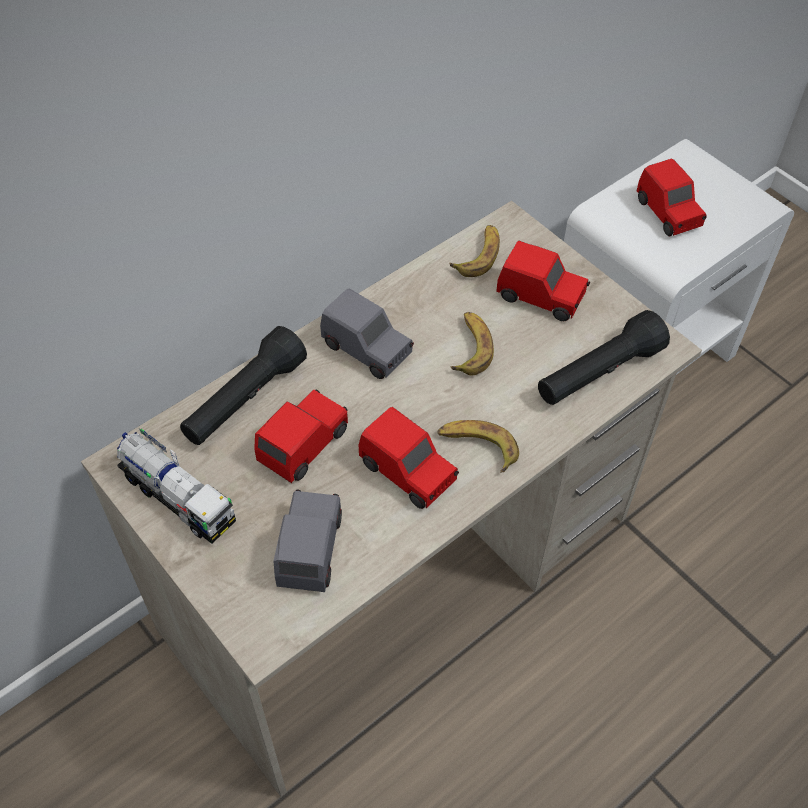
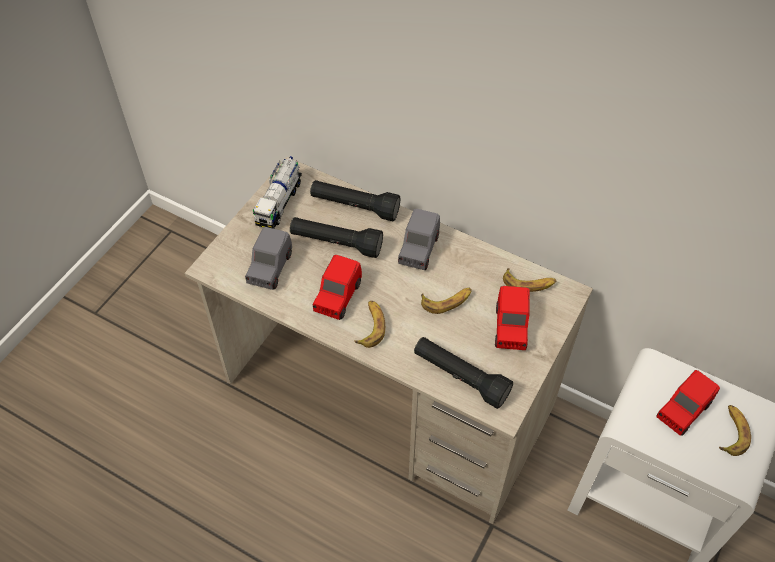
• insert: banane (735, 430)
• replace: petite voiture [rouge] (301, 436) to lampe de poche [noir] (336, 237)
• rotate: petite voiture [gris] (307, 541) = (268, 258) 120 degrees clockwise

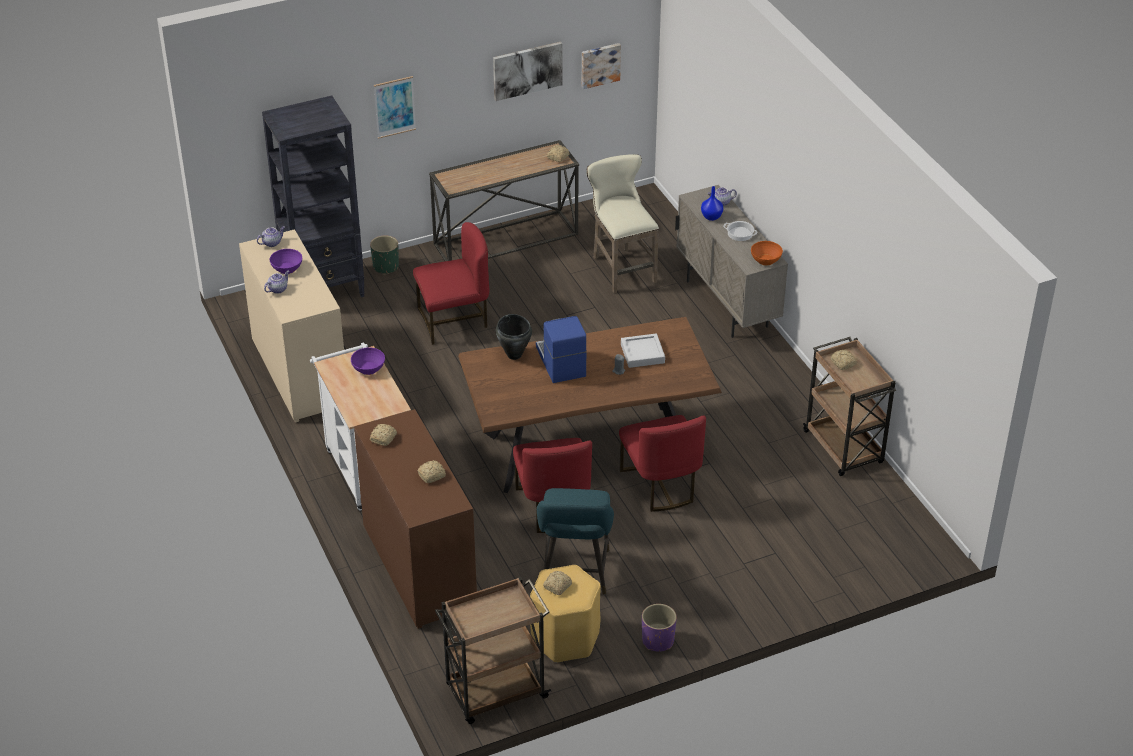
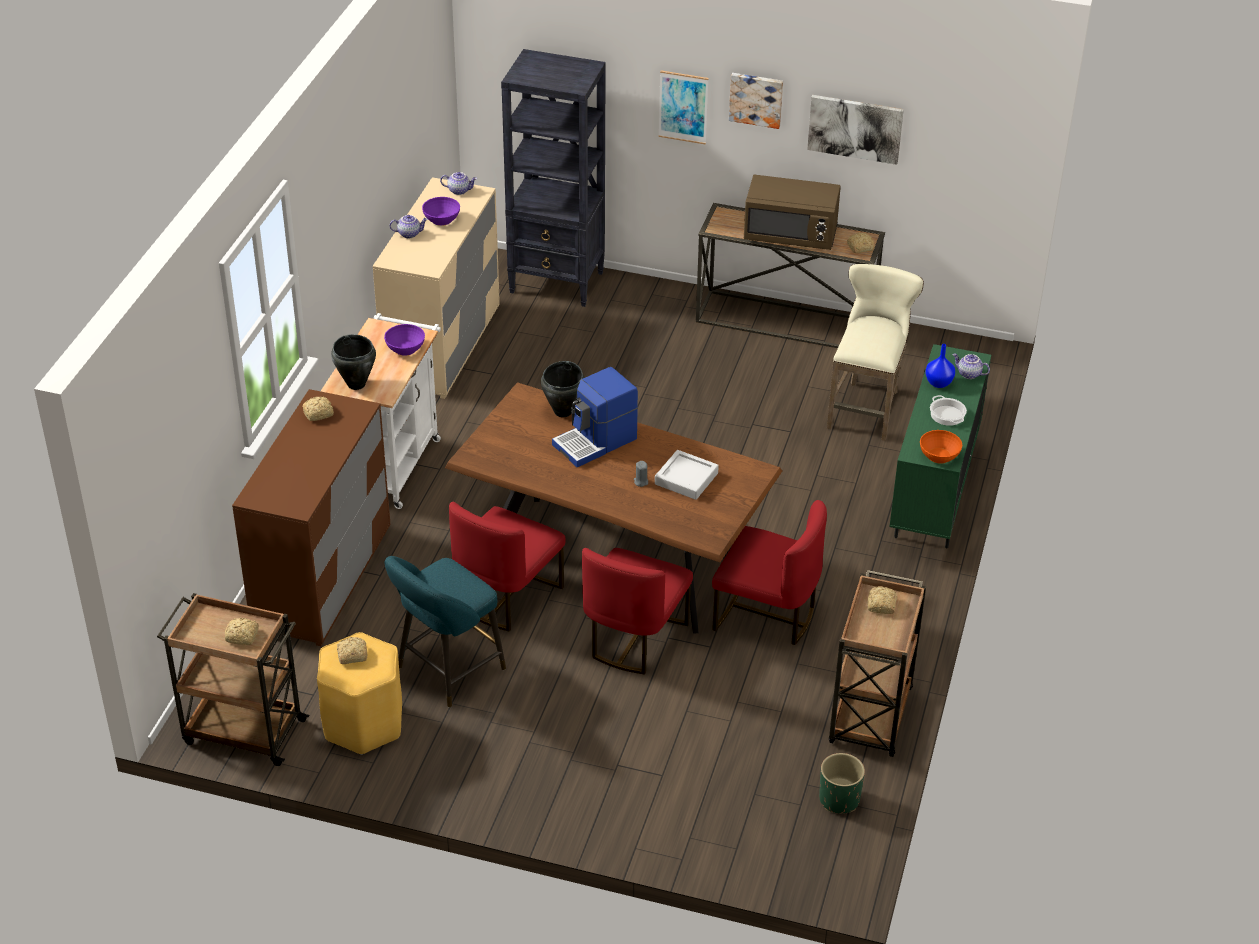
• delete: cache-pot [violet] (659, 628)
• insert: marmite [noir] (353, 362)
• insert: micro-ondes [marron] (792, 212)
• move: cache-pot [vert] (384, 255) to (842, 783)
• move: chaise [rouge] (451, 283) to (769, 572)
• move: pain (432, 471) to (242, 631)
• move: tableau (601, 66) to (756, 101)
• recolor: meuble de rangement [beige] (731, 261) to meuble de rangement [vert] (940, 446)
• rotate: machine à café (561, 349) = (595, 417) 150 degrees counterclockwise

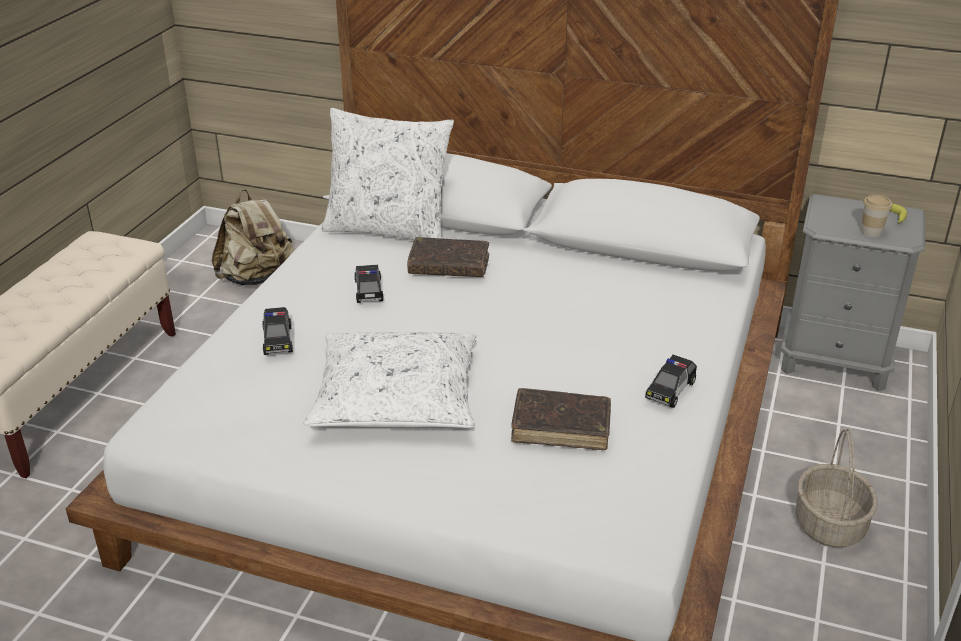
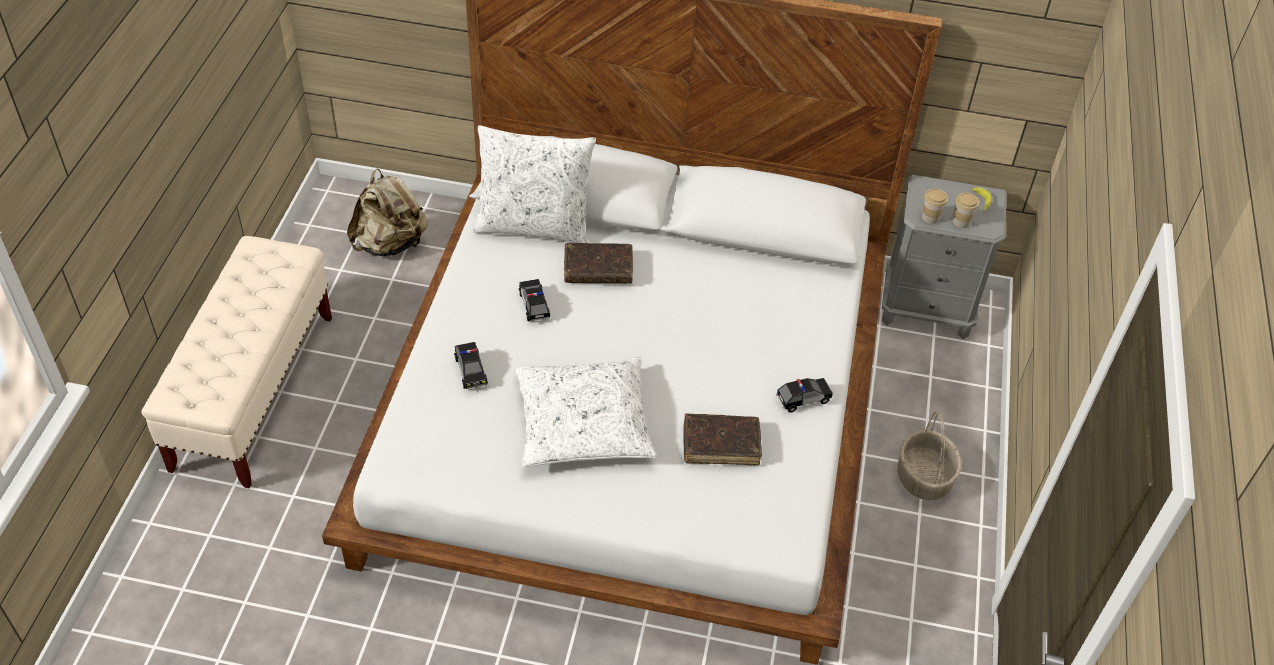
• insert: tasse (935, 206)
• rotate: petite voiture (671, 381) = (804, 395) 135 degrees counterclockwise

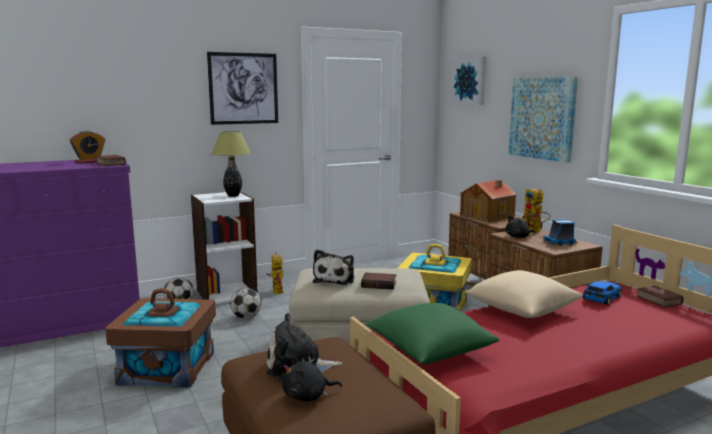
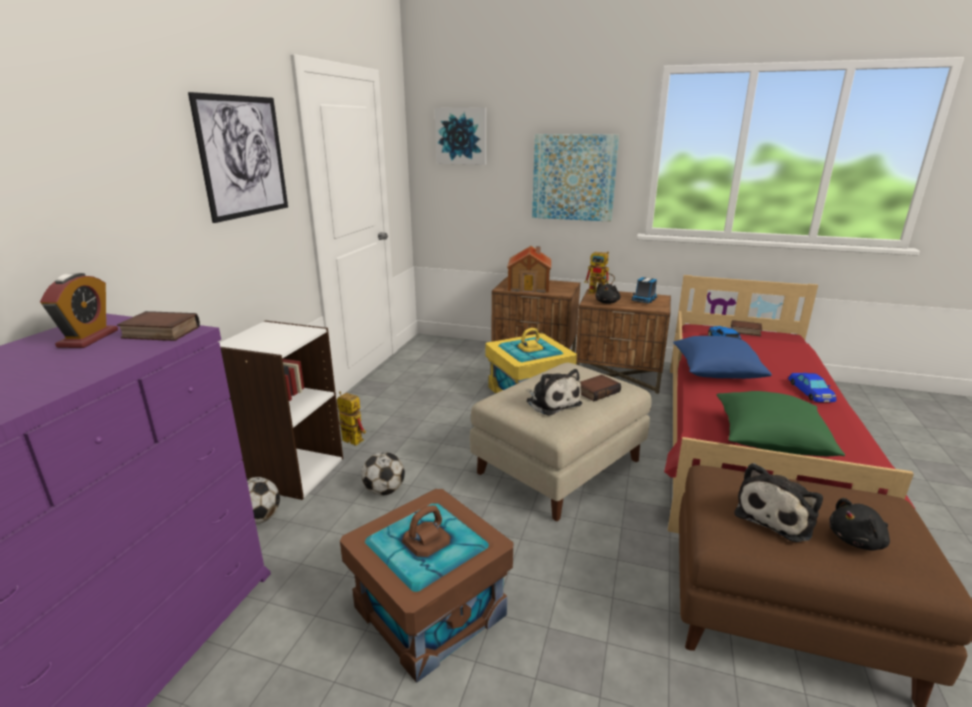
• delete: lampe de table (231, 164)
• insert: petite voiture [bleu] (812, 387)
• recolor: coussin [beige] (524, 294) to coussin [bleu] (722, 357)
• rotate: peluche [noir] (312, 379) = (859, 524) 45 degrees clockwise

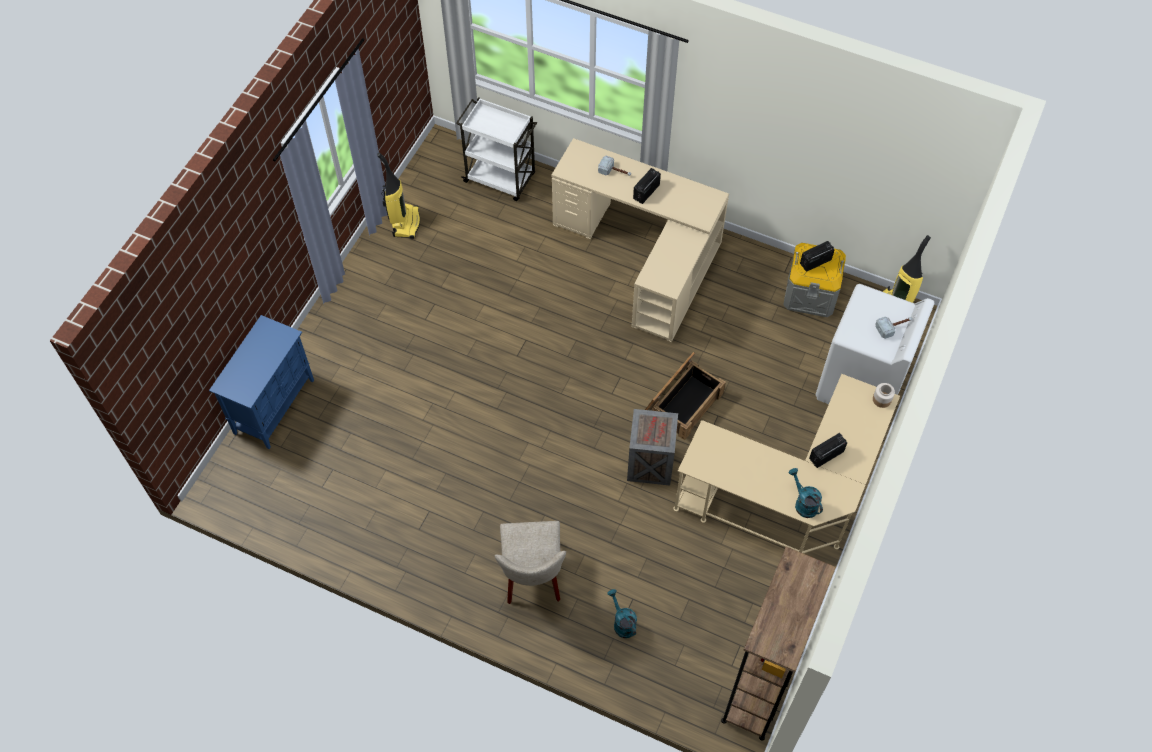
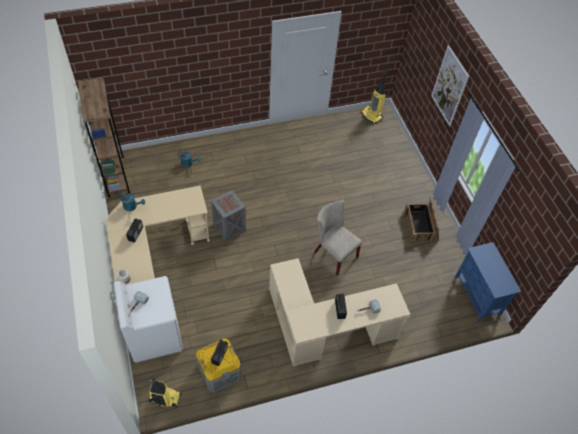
• delete: chariot [blanc] (496, 149)
• insert: tableau (450, 85)
• move: meuble de rangement [bleu] (261, 382) to (488, 282)
• move: aspirateur (398, 195) to (374, 96)
• move: chaise [beige] (530, 562) to (338, 237)
• move: caisse (685, 396) to (421, 219)

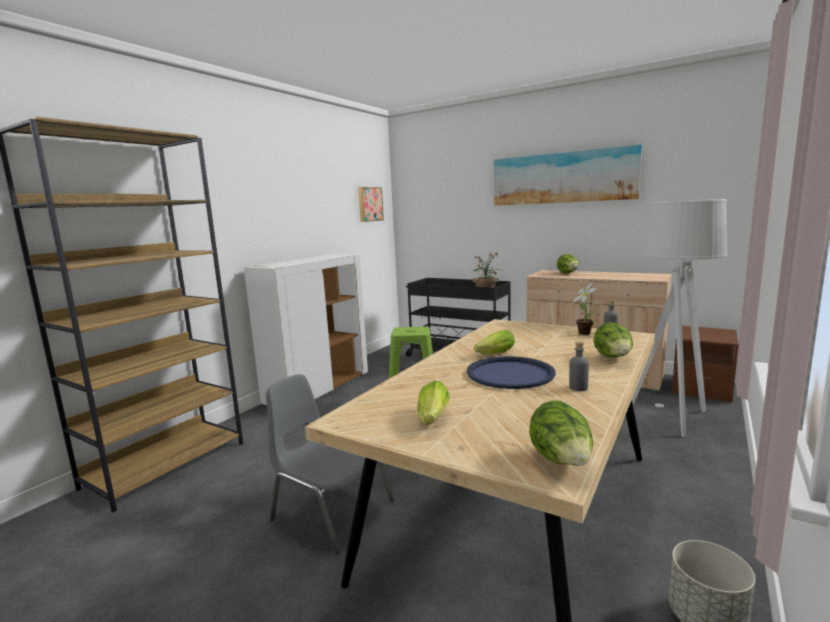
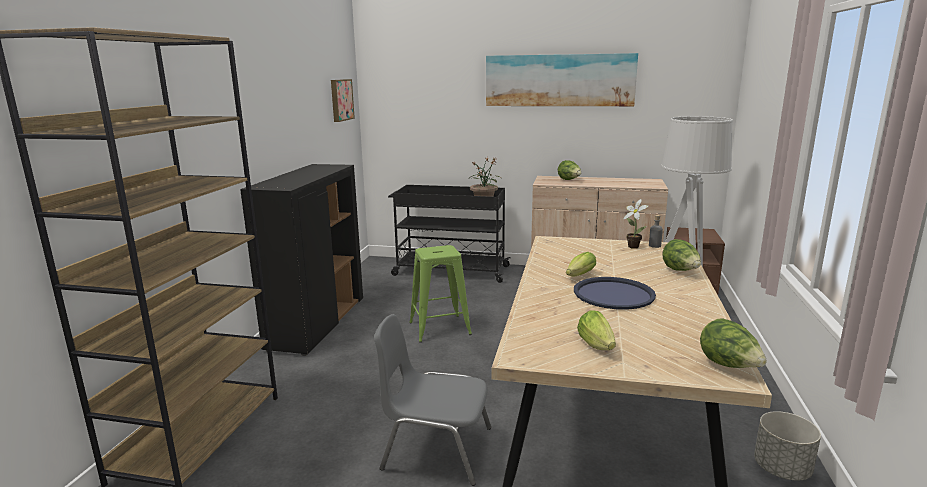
• delete: bouteille [gris] (579, 366)
• recolor: meuble de rangement [blanc] (306, 330) to meuble de rangement [noir] (301, 260)

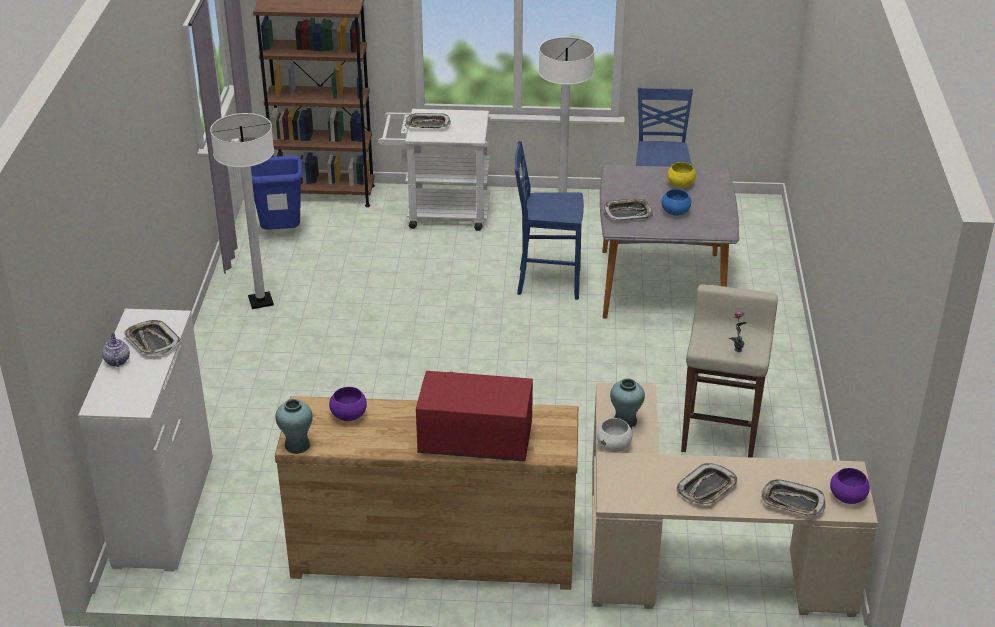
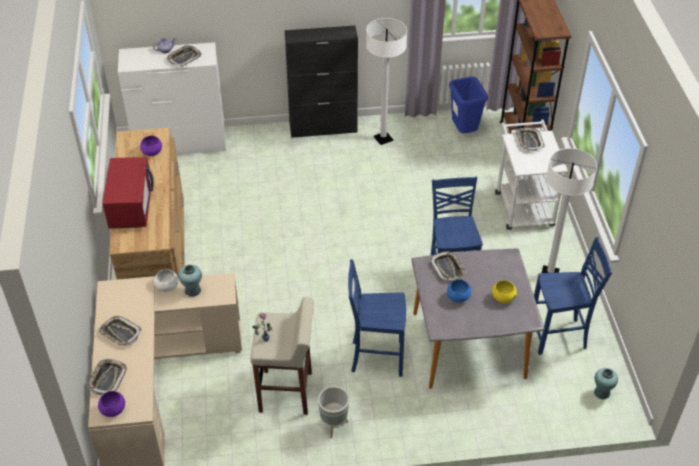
• insert: meuble de rangement [noir] (321, 82)
• insert: cache-pot [gris] (333, 412)
• insert: chaise [bleu] (377, 318)
• move: vase [turquoise] (294, 426) to (606, 383)

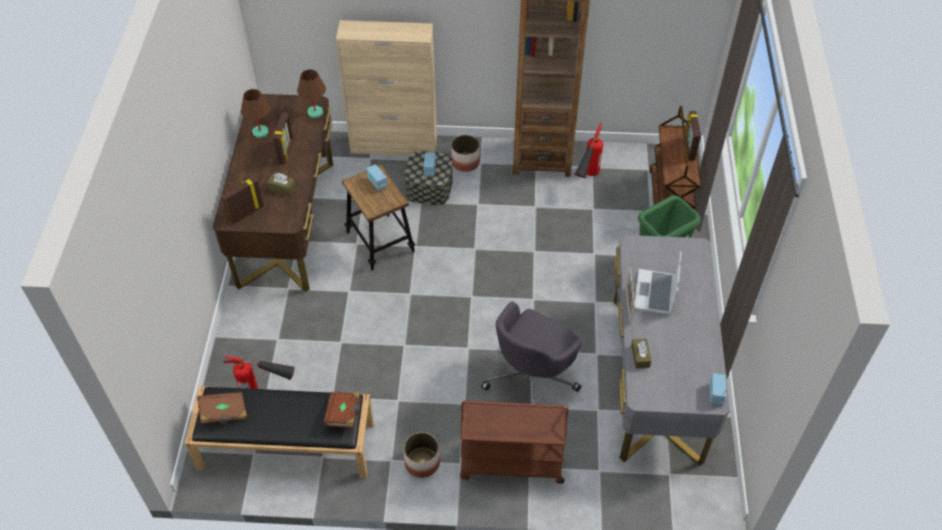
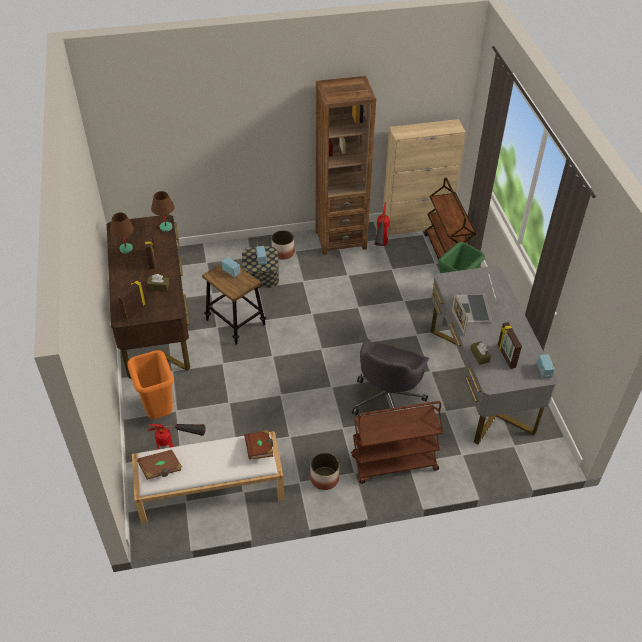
• insert: poubelle [orange] (150, 384)
• move: meuble de rangement [beige] (386, 88) to (424, 177)
• move: cadre photo (693, 136) to (510, 345)
• recolor: banc [noir] (279, 432) to banc [blanc] (208, 478)

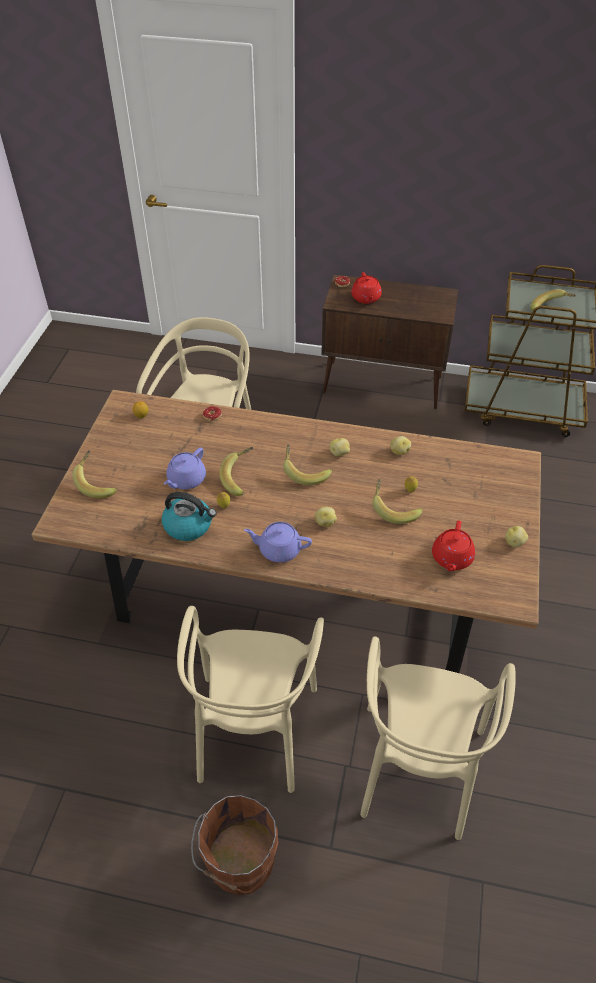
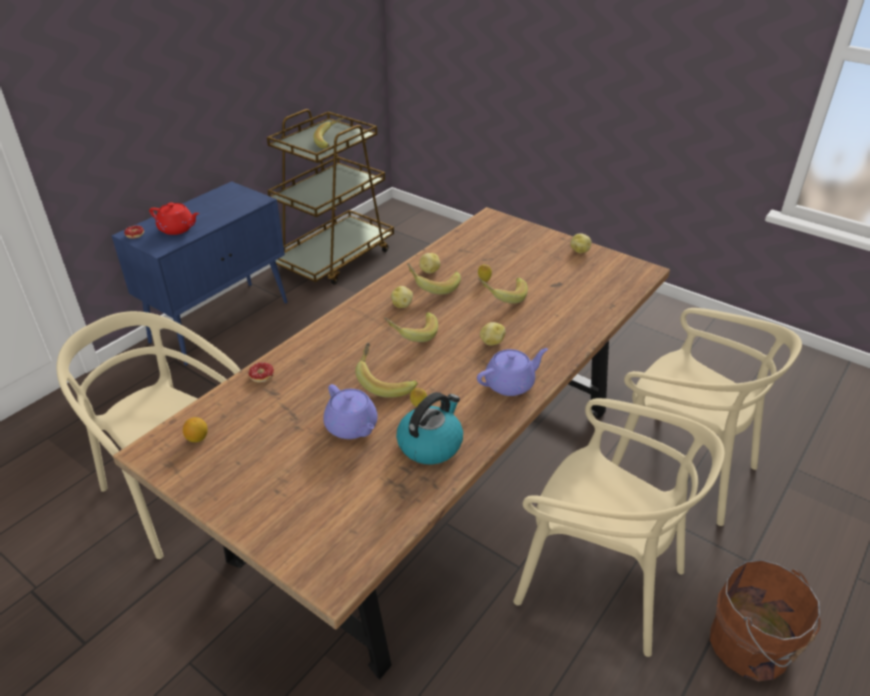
• delete: théière [rouge] (453, 546)
• move: banane (94, 474) to (434, 279)
• recolor: meuble de rangement [marron] (389, 342) to meuble de rangement [bleu] (199, 273)
• rotate: théière [violet] (278, 542) = (512, 372) 150 degrees counterclockwise

